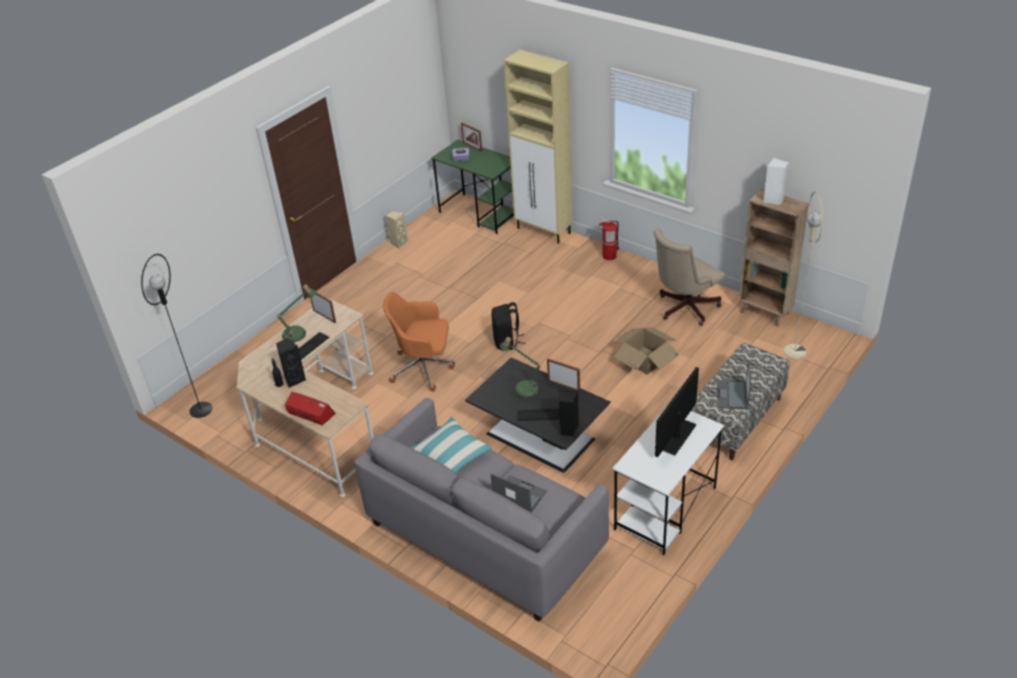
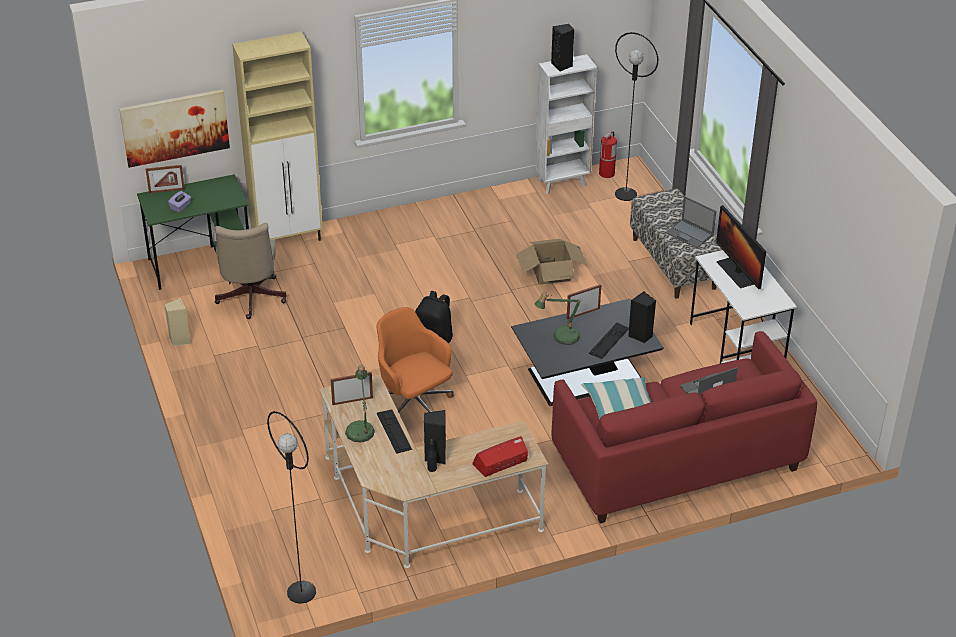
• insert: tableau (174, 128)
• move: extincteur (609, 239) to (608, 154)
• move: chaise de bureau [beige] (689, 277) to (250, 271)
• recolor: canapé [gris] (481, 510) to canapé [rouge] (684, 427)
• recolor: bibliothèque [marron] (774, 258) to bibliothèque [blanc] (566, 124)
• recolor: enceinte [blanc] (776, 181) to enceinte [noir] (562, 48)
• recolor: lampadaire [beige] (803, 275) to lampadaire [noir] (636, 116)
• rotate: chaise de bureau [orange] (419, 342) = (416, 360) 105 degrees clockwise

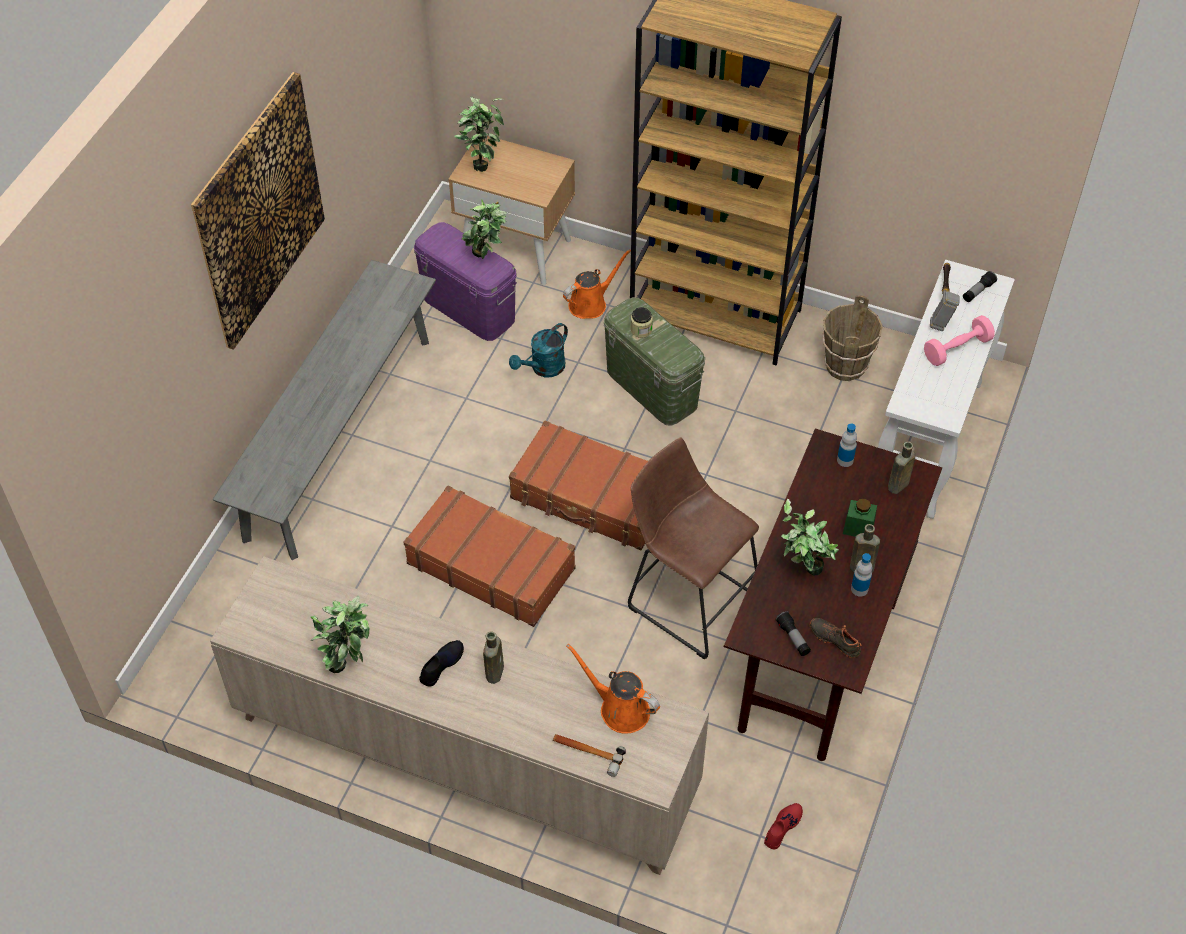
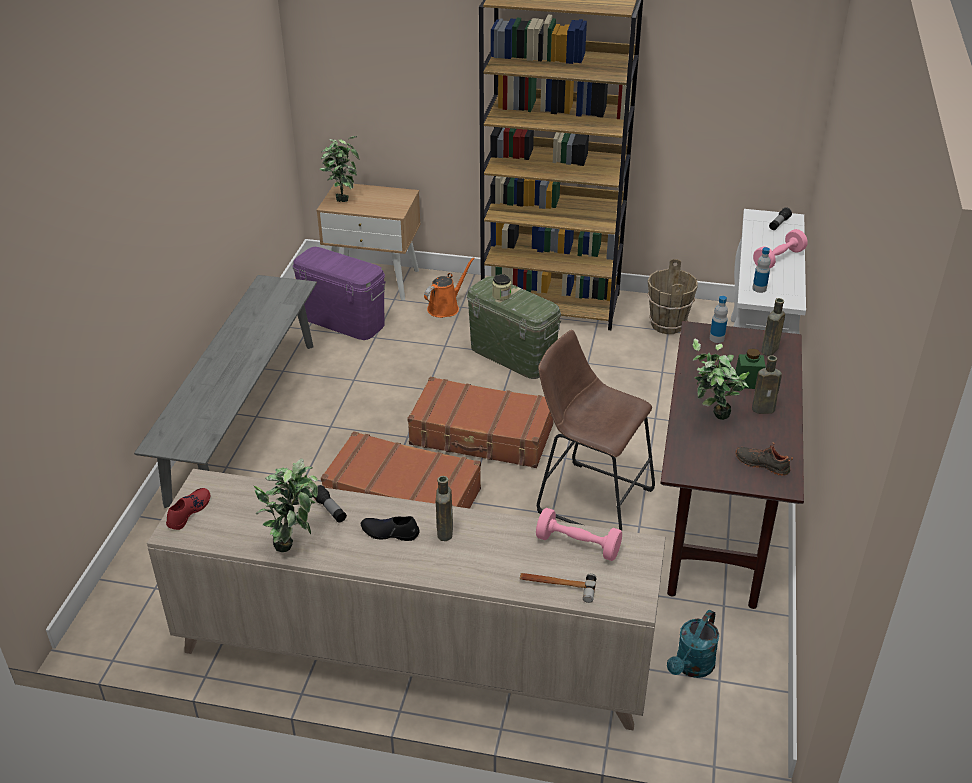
• delete: tableau (258, 211)
• delete: plante en pot (484, 229)
• delete: marteau (945, 297)
• move: arrosoir [turquoise] (538, 350) to (693, 644)
• move: chaussure [rouge] (783, 826) to (188, 509)
• move: lampe de poche (793, 633) to (329, 504)
• move: bouteille (861, 575) to (761, 270)
• replace: arrosoir [orange] (613, 689) to haltère [rose] (579, 534)
• rotate: chaussure [noir] (441, 663) = (390, 528) 105 degrees counterclockwise

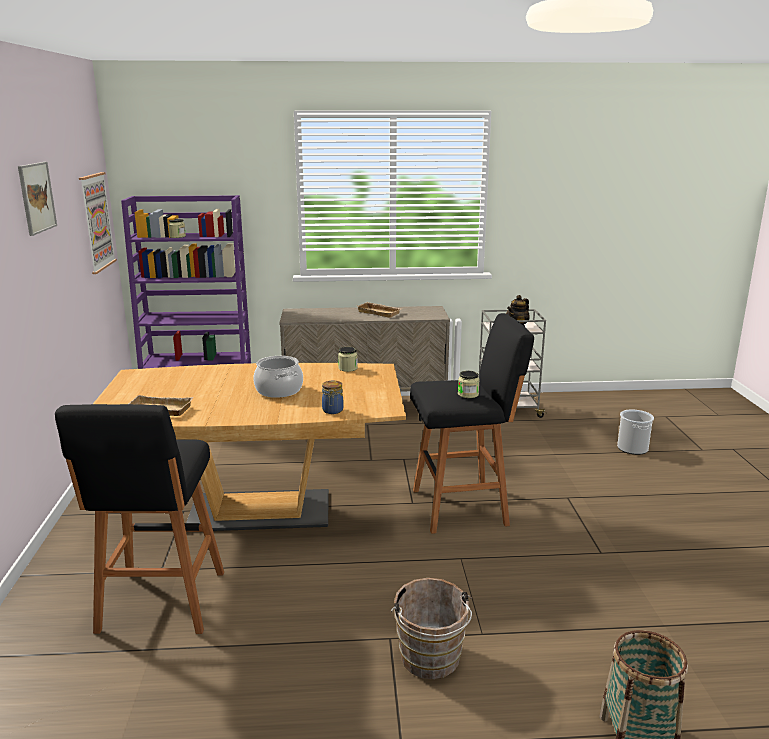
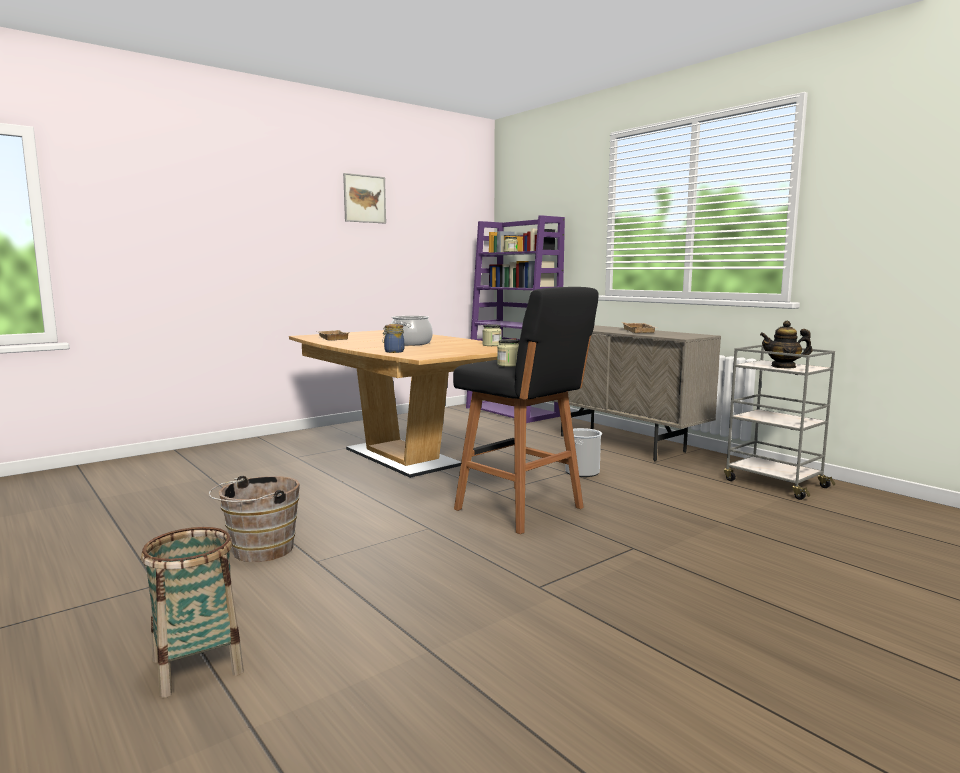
• delete: tabouret [noir] (139, 519)
• delete: tableau (98, 223)
• move: seau (635, 432) to (583, 452)

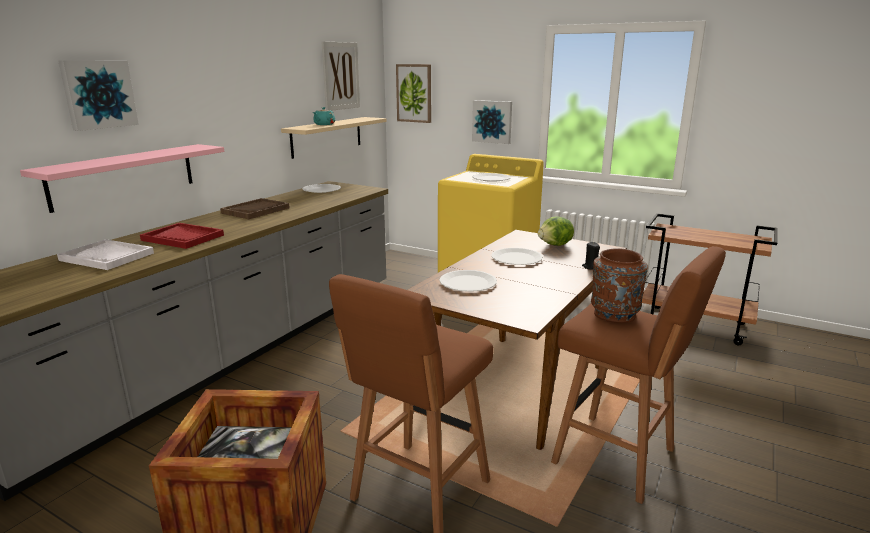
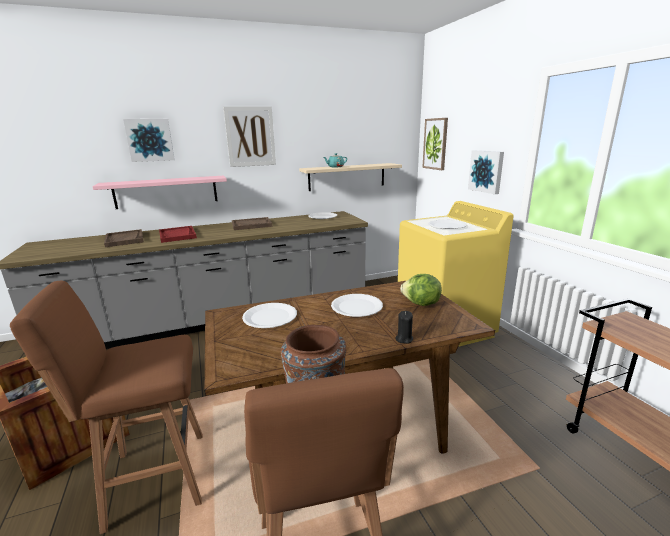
• move: tableau (341, 75) to (249, 136)
• recolor: plateau [blanc] (105, 254) to plateau [marron] (124, 238)

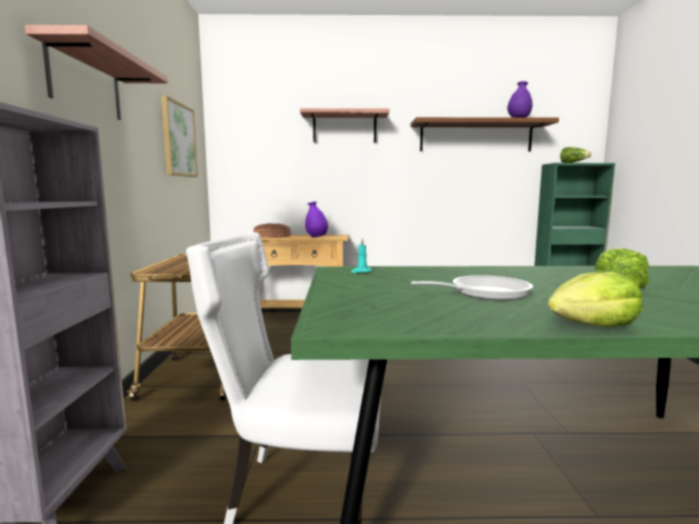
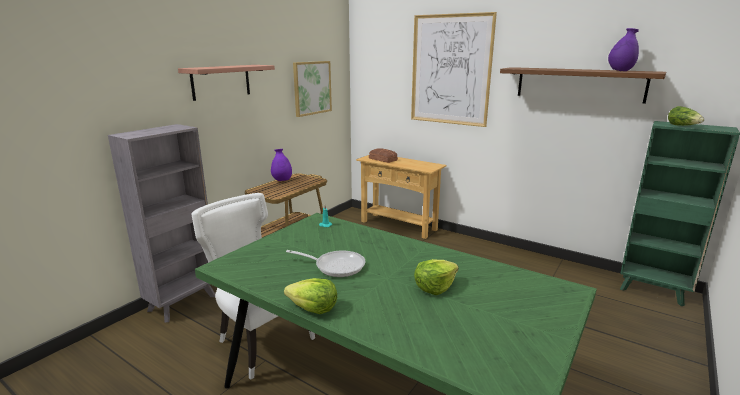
• move: vase [violet] (316, 220) to (281, 165)
• replace: étagère (345, 125) to tableau (454, 69)

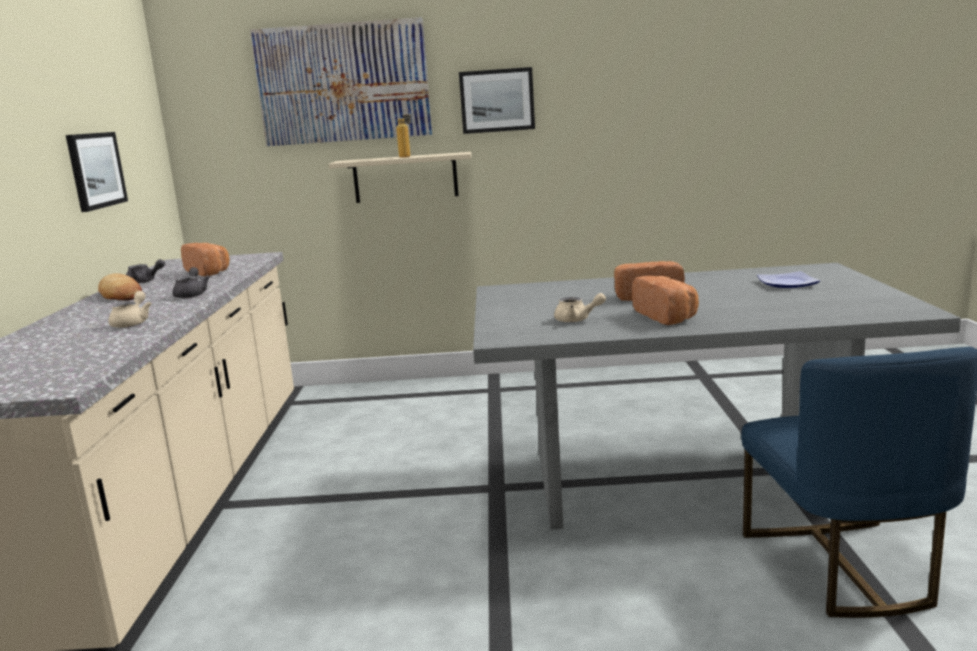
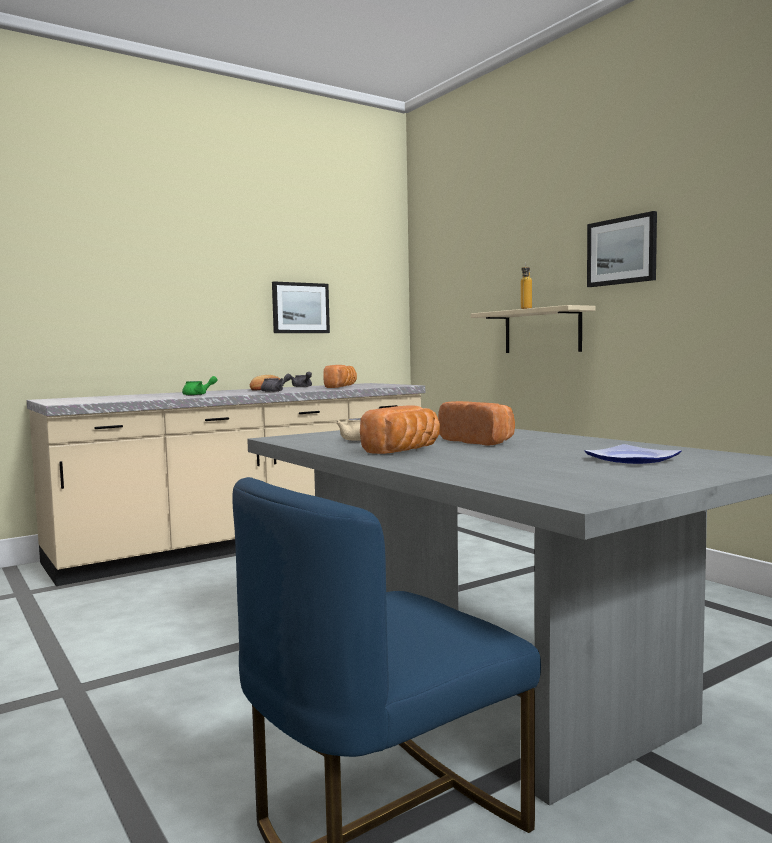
• delete: tableau (341, 81)
• recolor: théière [beige] (130, 309) to théière [vert] (199, 386)

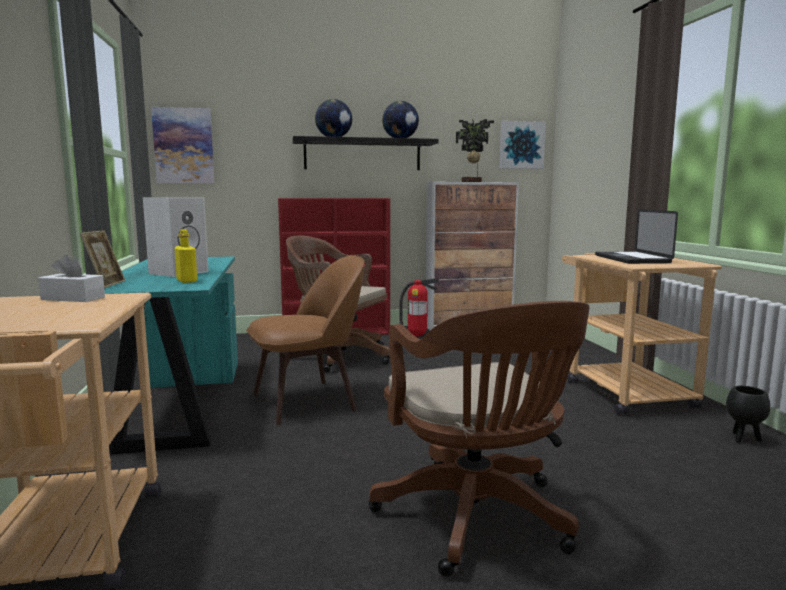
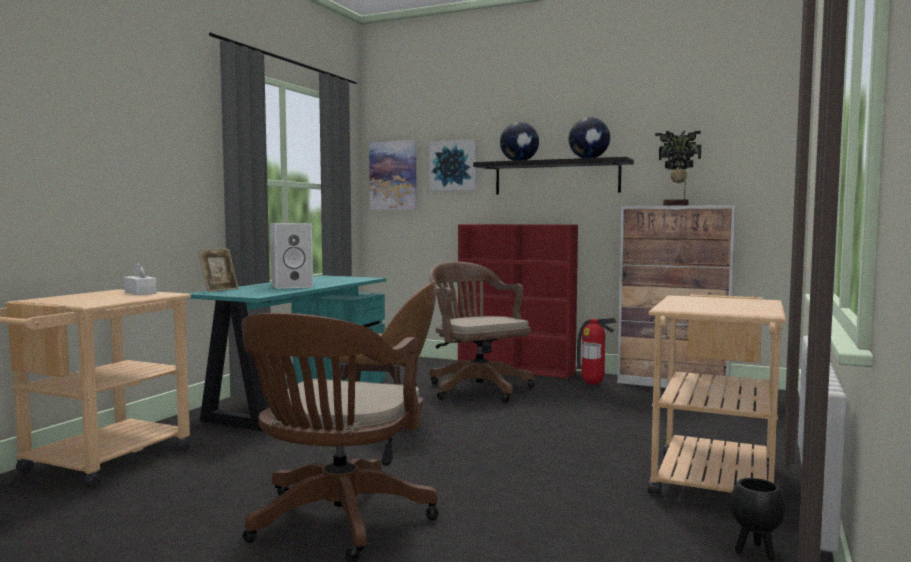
• delete: bouteille [jaune] (185, 256)
• delete: ordinateur portable (636, 236)
• move: tableau (522, 145) to (452, 165)

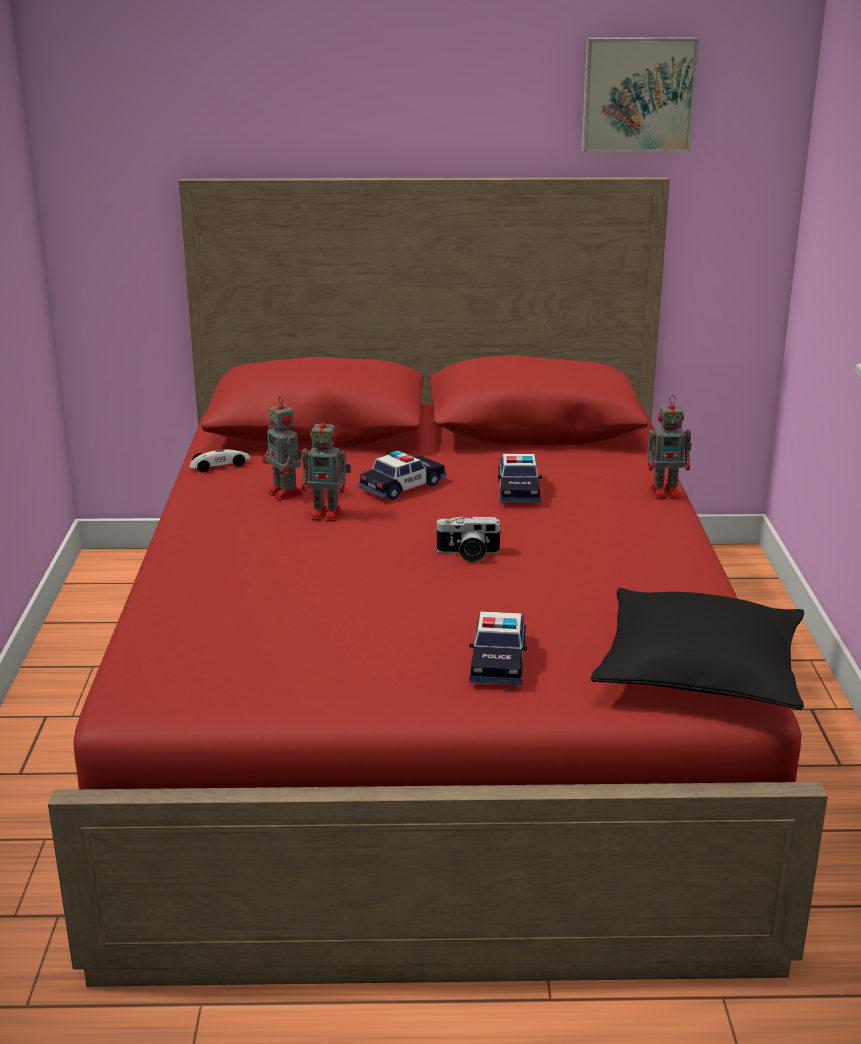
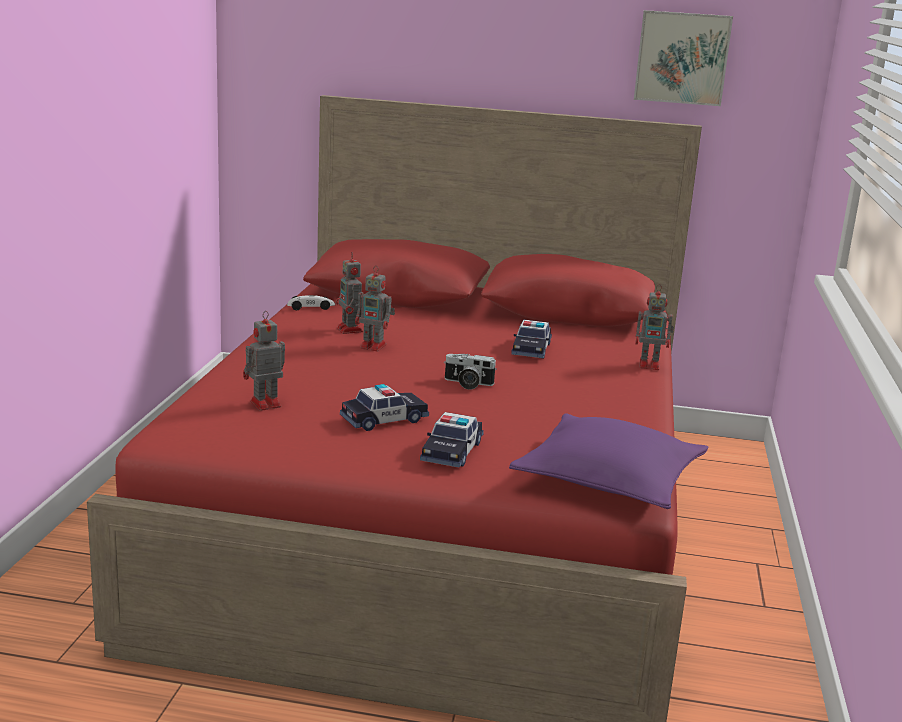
• insert: robot jouet (264, 361)
• move: petite voiture (402, 475) to (384, 407)
• recolor: coussin [noir] (697, 649) to coussin [violet] (609, 461)

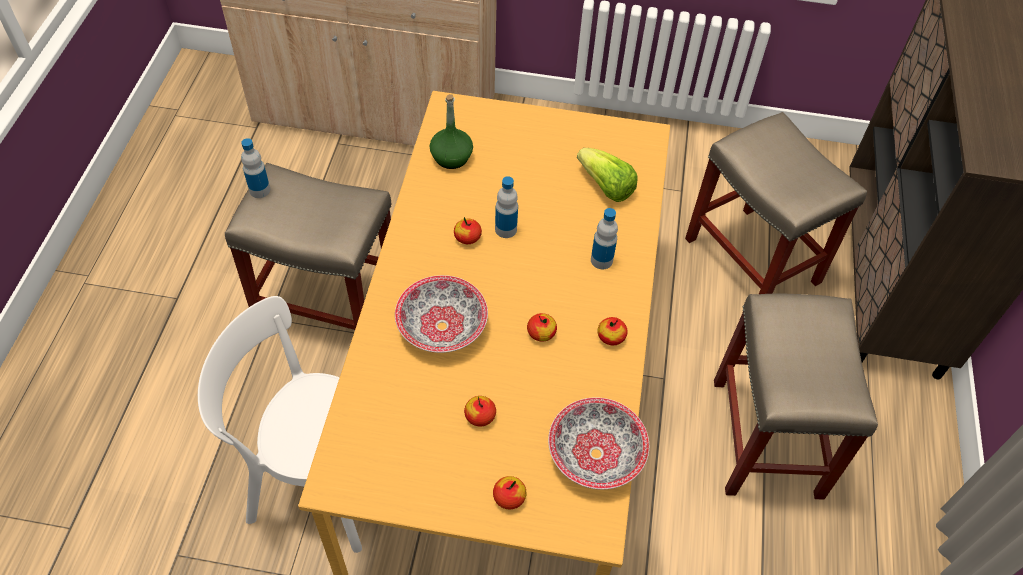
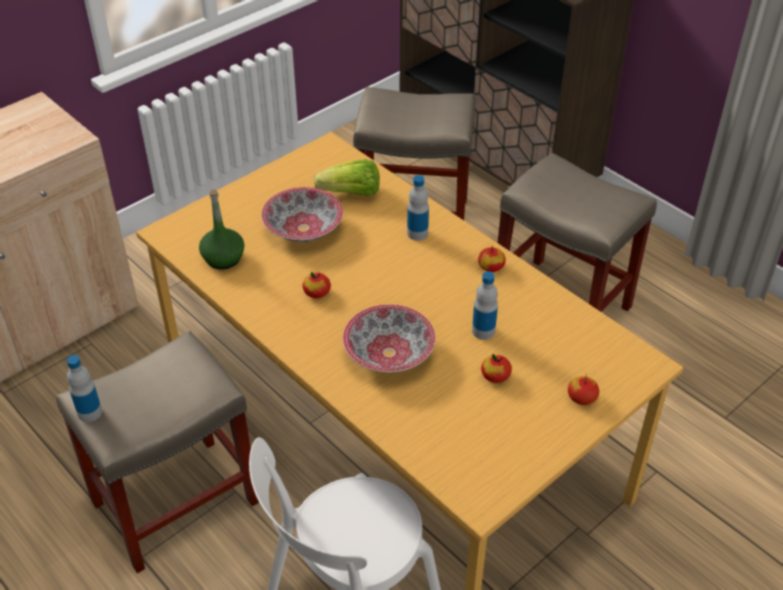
• delete: pomme (542, 327)
• move: bouteille (506, 207) to (485, 305)
• move: bol (599, 443) to (302, 214)

